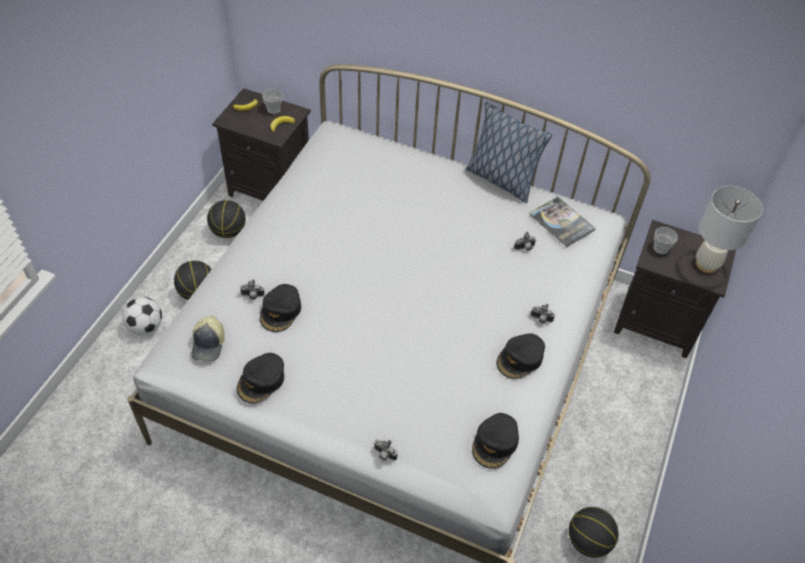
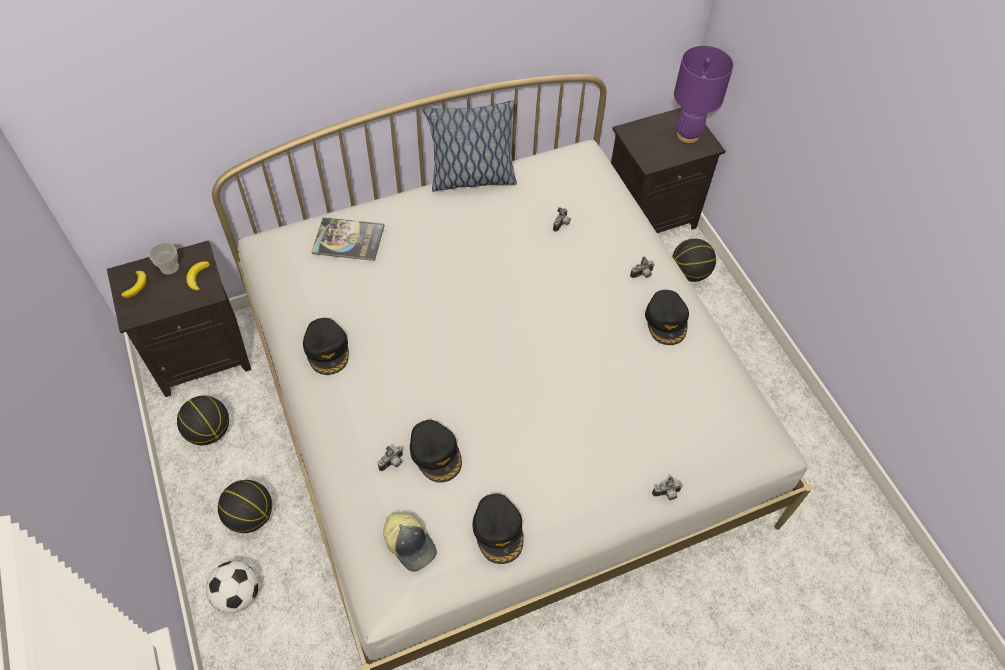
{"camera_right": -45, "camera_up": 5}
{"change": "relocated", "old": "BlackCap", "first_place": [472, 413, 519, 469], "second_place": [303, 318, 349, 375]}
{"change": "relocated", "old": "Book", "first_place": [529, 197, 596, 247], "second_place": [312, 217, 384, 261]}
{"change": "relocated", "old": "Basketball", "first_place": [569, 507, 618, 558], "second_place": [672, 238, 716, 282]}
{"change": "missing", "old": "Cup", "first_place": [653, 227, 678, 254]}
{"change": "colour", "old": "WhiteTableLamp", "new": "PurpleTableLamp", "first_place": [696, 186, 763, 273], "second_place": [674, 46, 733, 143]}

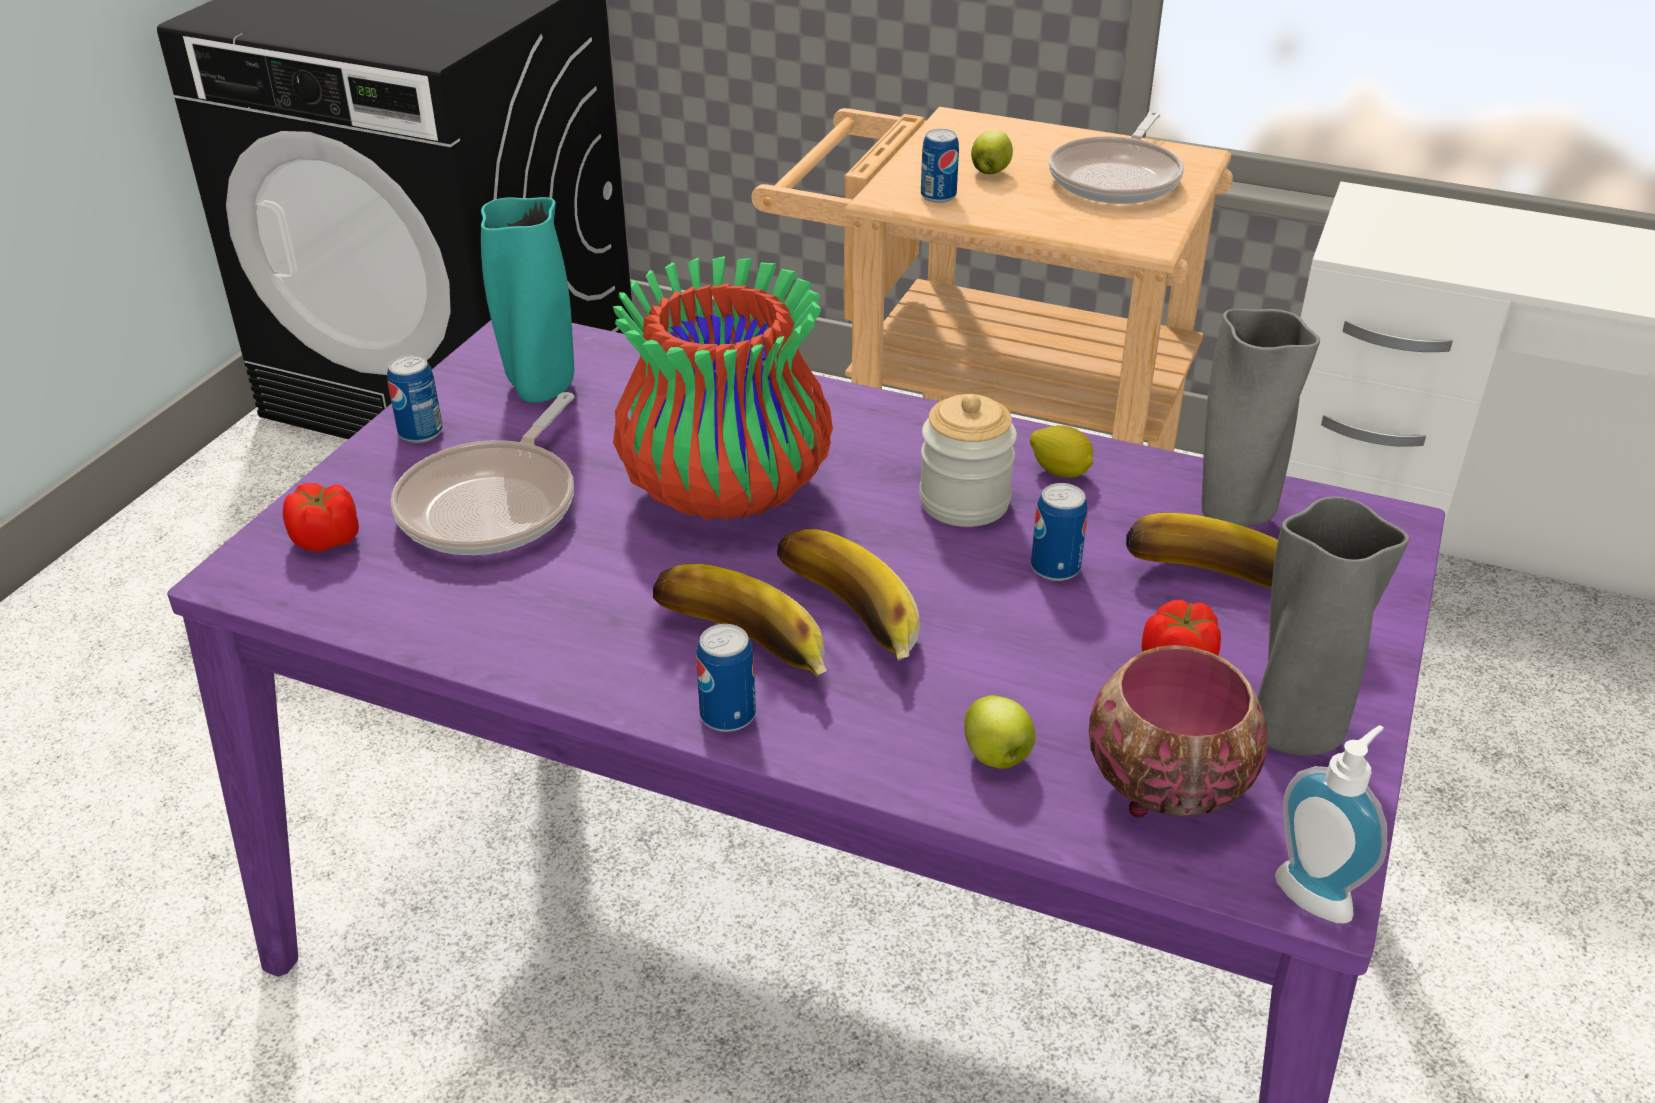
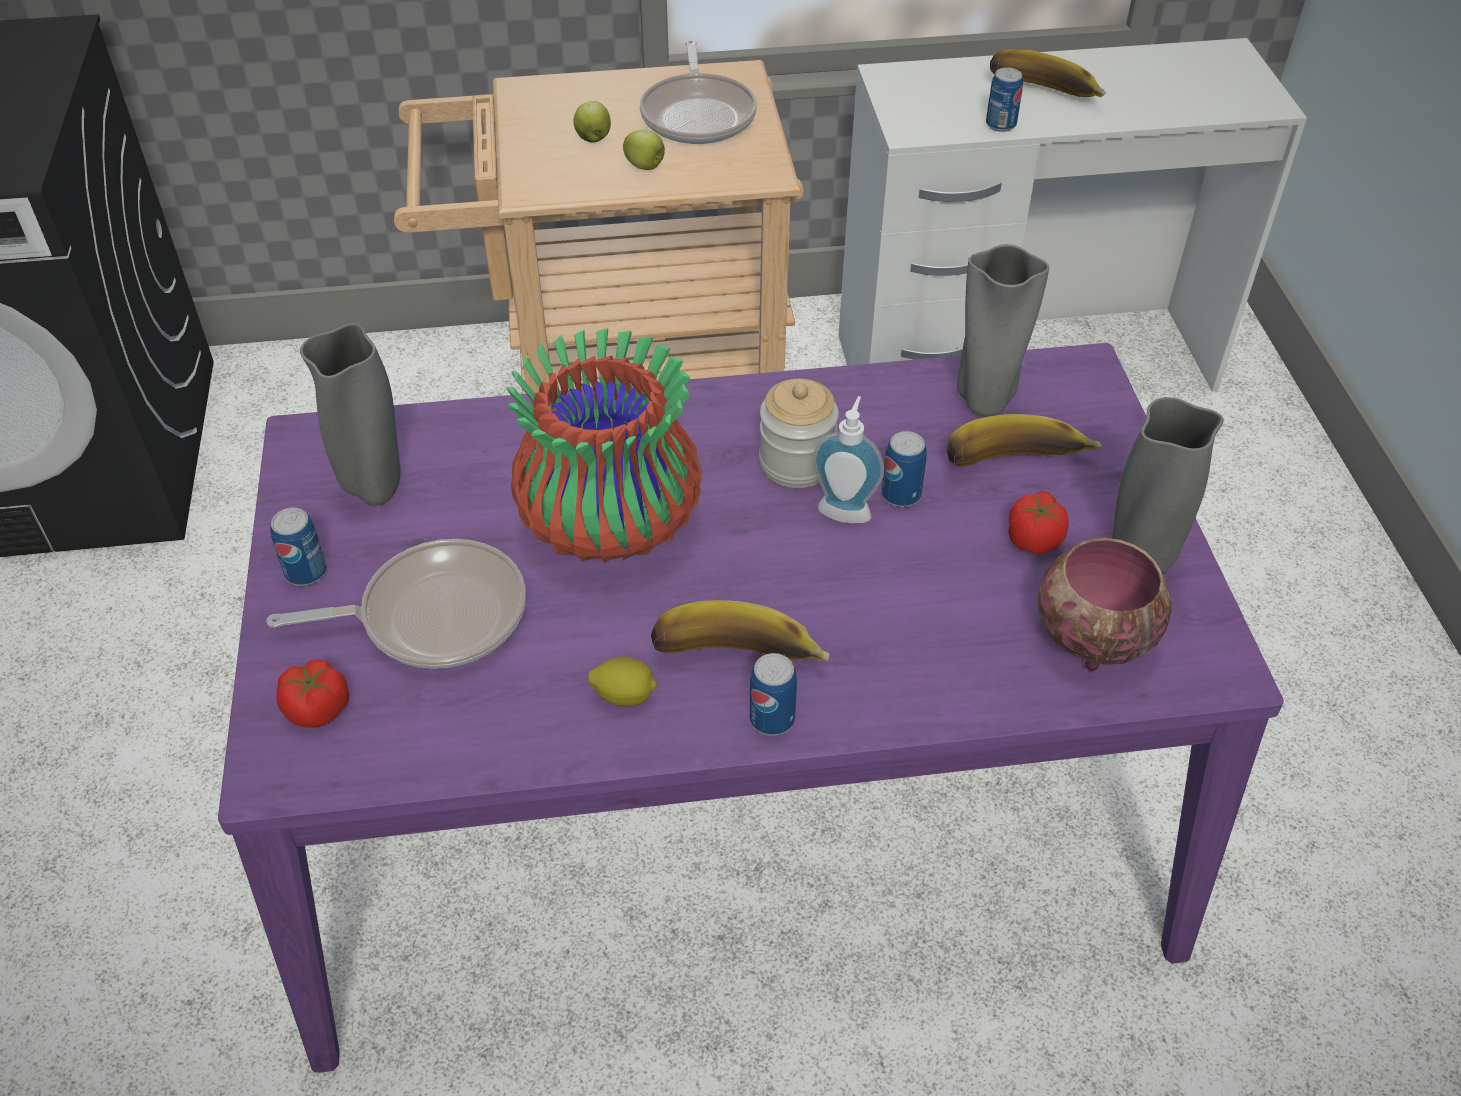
{"camera_right": -30, "camera_up": 10}
{"change": "spun", "old": "FryingPan", "first_place": [391, 392, 574, 555], "second_place": [266, 539, 526, 669], "degrees": -90}
{"change": "colour", "old": "TurquoiseVase", "new": "GreyVase", "first_place": [481, 197, 574, 403], "second_place": [300, 323, 400, 506]}
{"change": "relocated", "old": "Banana", "first_place": [777, 529, 920, 661], "second_place": [990, 49, 1107, 98]}
{"change": "relocated", "old": "Can", "first_place": [921, 129, 959, 203], "second_place": [986, 67, 1023, 132]}
{"change": "relocated", "old": "Apple", "first_place": [964, 695, 1036, 769], "second_place": [623, 130, 665, 170]}
{"change": "relocated", "old": "Lemon", "first_place": [1030, 425, 1093, 478], "second_place": [588, 657, 657, 707]}
{"change": "relocated", "old": "SoapDispenser", "first_place": [1275, 725, 1387, 924], "second_place": [813, 396, 884, 523]}

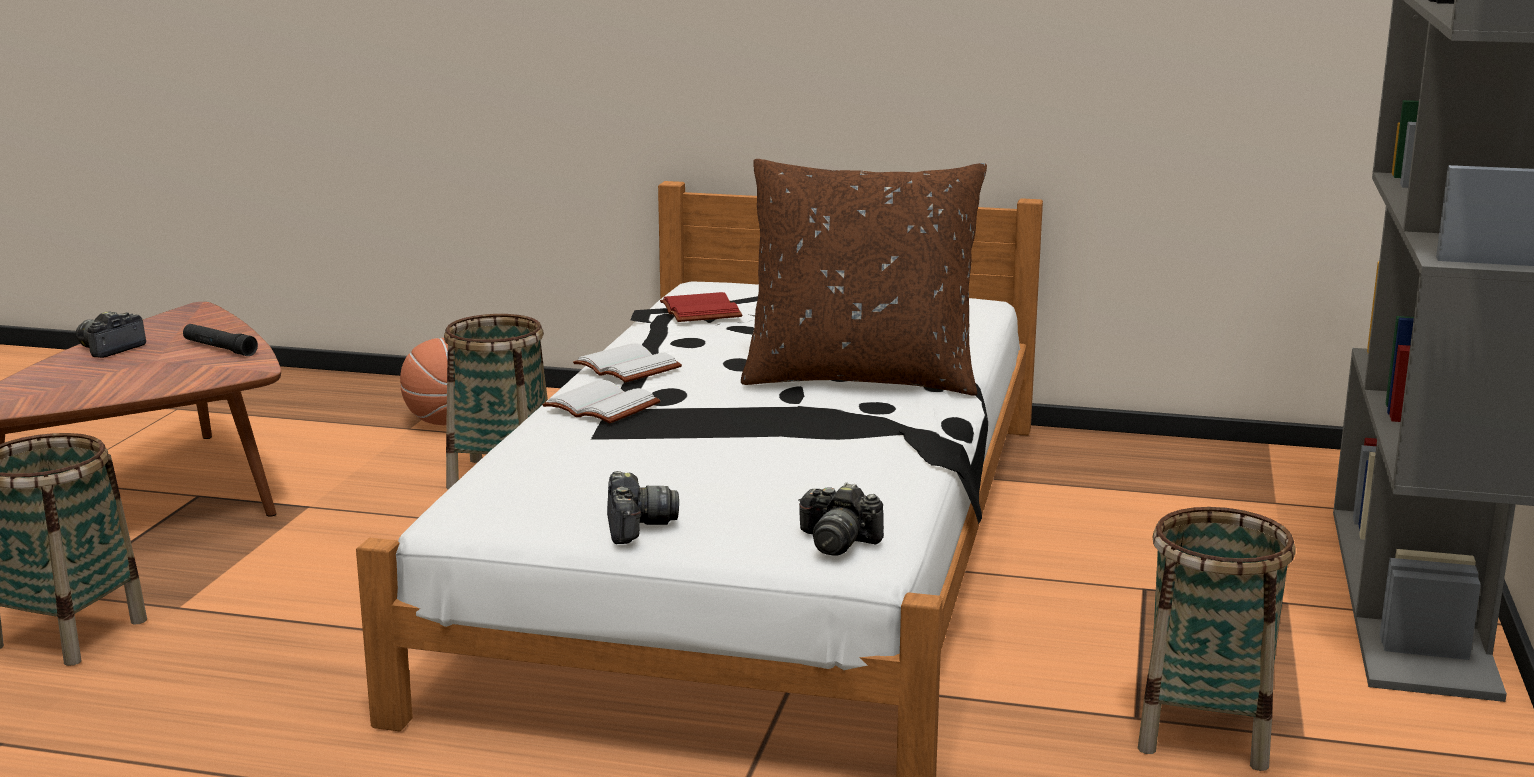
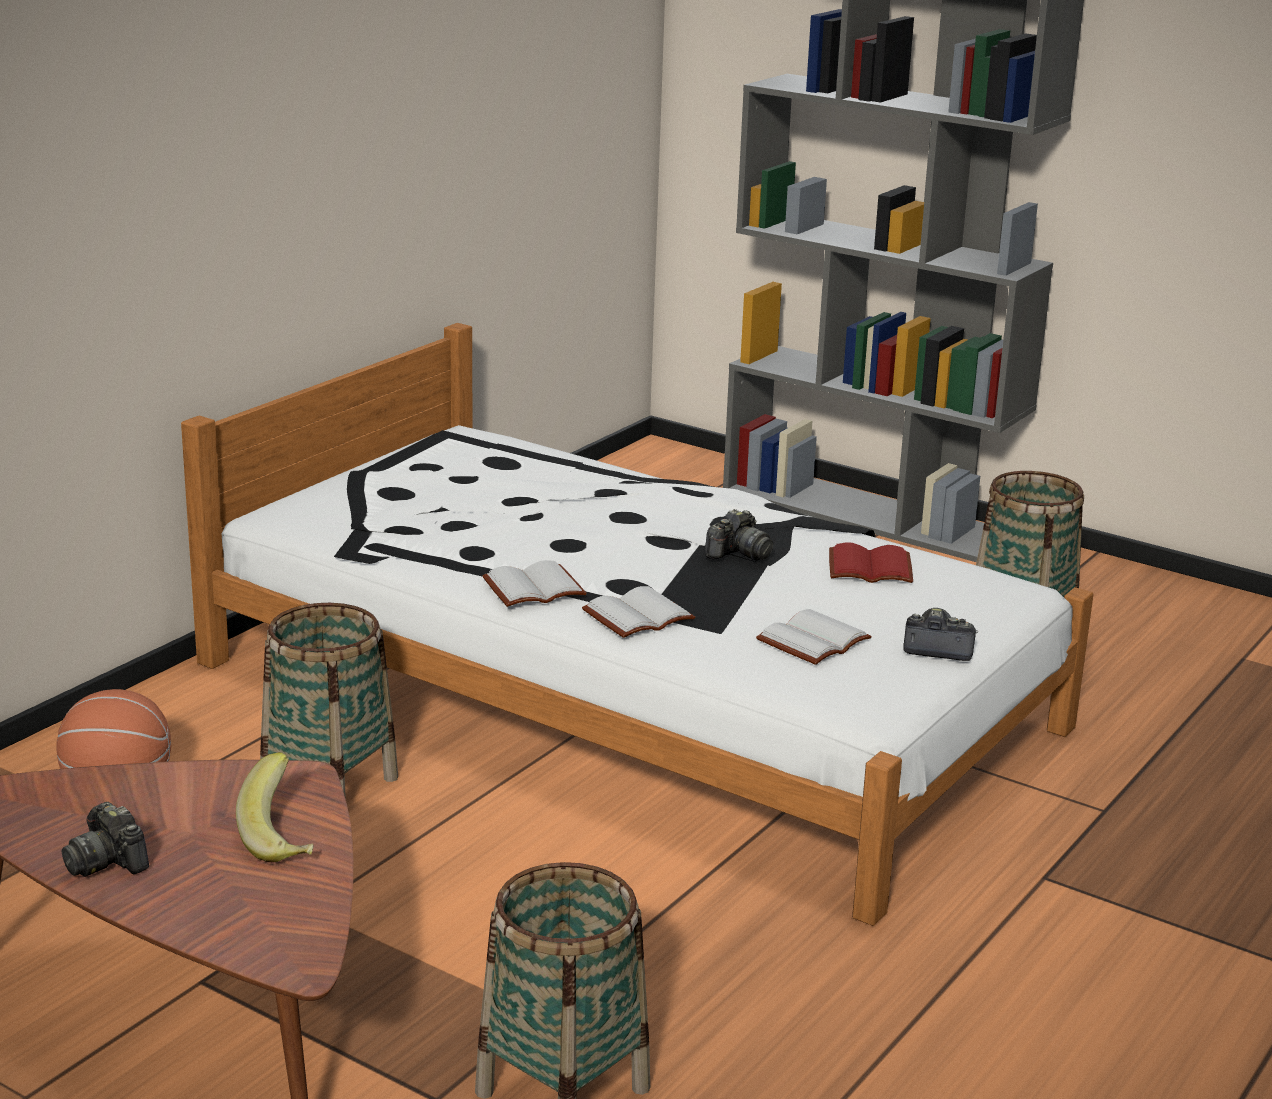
{"camera_right": -70, "camera_up": 5}
{"change": "missing", "old": "BlackFlashlight", "first_place": [183, 324, 258, 356]}
{"change": "relocated", "old": "RedBook", "first_place": [660, 292, 742, 322], "second_place": [829, 542, 913, 583]}
{"change": "missing", "old": "BrownPillow", "first_place": [741, 159, 987, 396]}
{"change": "relocated", "old": "PhotoCamera", "first_place": [798, 482, 884, 556], "second_place": [705, 509, 773, 561]}
{"change": "appeared", "new": "Banana", "second_place": [236, 752, 314, 862]}
{"change": "appeared", "new": "WhiteBook", "second_place": [756, 609, 872, 665]}

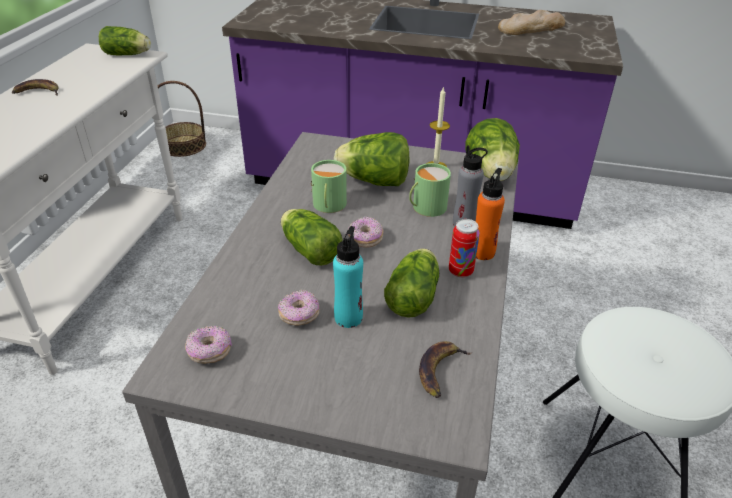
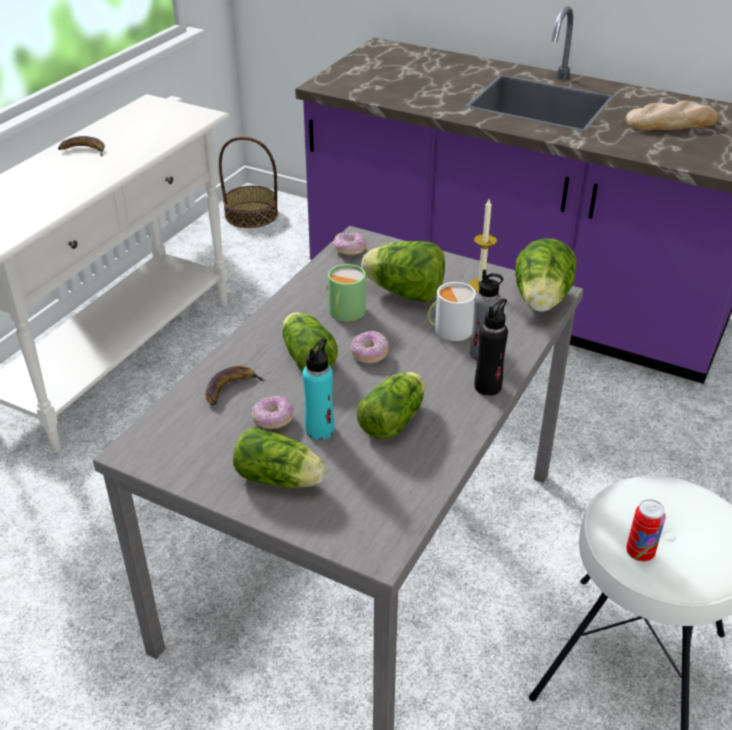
{"camera_right": 15, "camera_up": 0}
{"change": "relocated", "old": "Lettuce", "first_place": [99, 26, 151, 55], "second_place": [233, 427, 326, 488]}
{"change": "relocated", "old": "Donut", "first_place": [185, 326, 232, 364], "second_place": [333, 232, 366, 255]}
{"change": "colour", "old": "GreenMug", "new": "WhiteMug", "first_place": [409, 163, 451, 217], "second_place": [428, 282, 476, 341]}
{"change": "relocated", "old": "Banana", "first_place": [419, 341, 473, 398], "second_place": [205, 366, 266, 406]}
{"change": "relocated", "old": "Can", "first_place": [449, 219, 480, 278], "second_place": [626, 499, 666, 562]}
{"change": "colour", "old": "OrangeBottle", "new": "BlackBottle", "first_place": [475, 168, 505, 260], "second_place": [475, 299, 508, 396]}

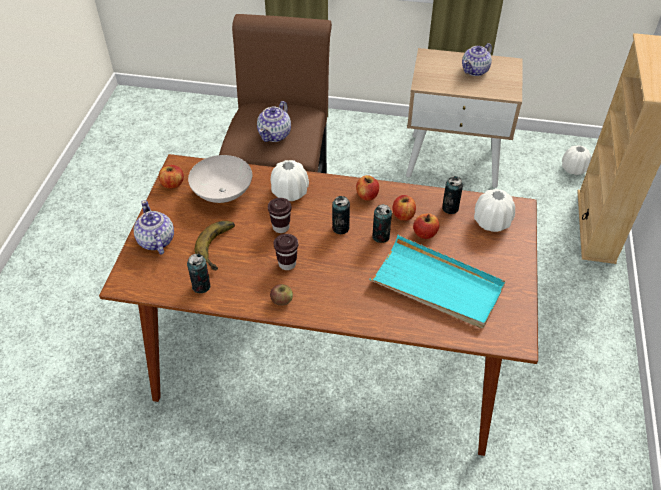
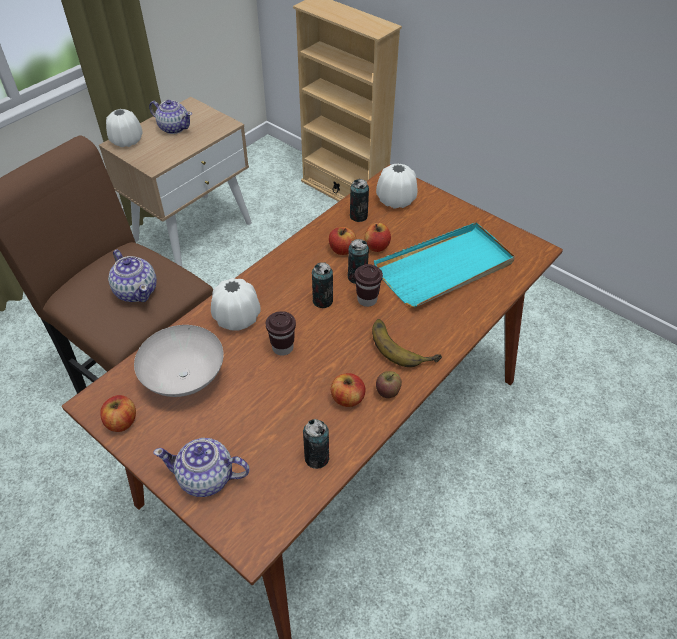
{"camera_right": -60, "camera_up": 0}
{"change": "relocated", "old": "Banana", "first_place": [195, 221, 235, 270], "second_place": [372, 319, 442, 367]}
{"change": "relocated", "old": "BrownCup", "first_place": [274, 234, 298, 270], "second_place": [355, 264, 383, 307]}
{"change": "relocated", "old": "Apple", "first_place": [356, 175, 379, 201], "second_place": [331, 373, 365, 407]}
{"change": "spun", "old": "Teapot", "first_place": [462, 43, 492, 76], "second_place": [149, 100, 192, 134], "degrees": -45}
{"change": "relocated", "old": "WhiteVase", "first_place": [562, 145, 591, 175], "second_place": [106, 109, 143, 147]}

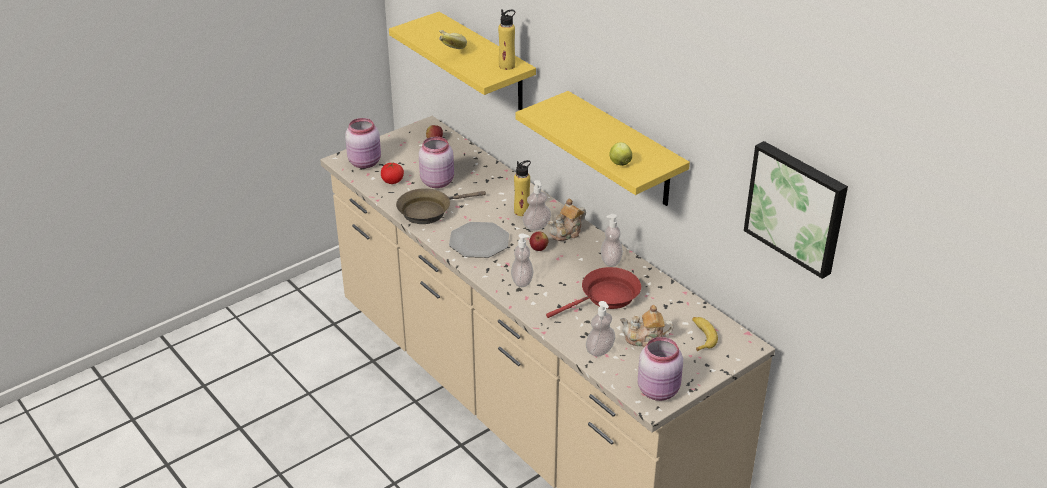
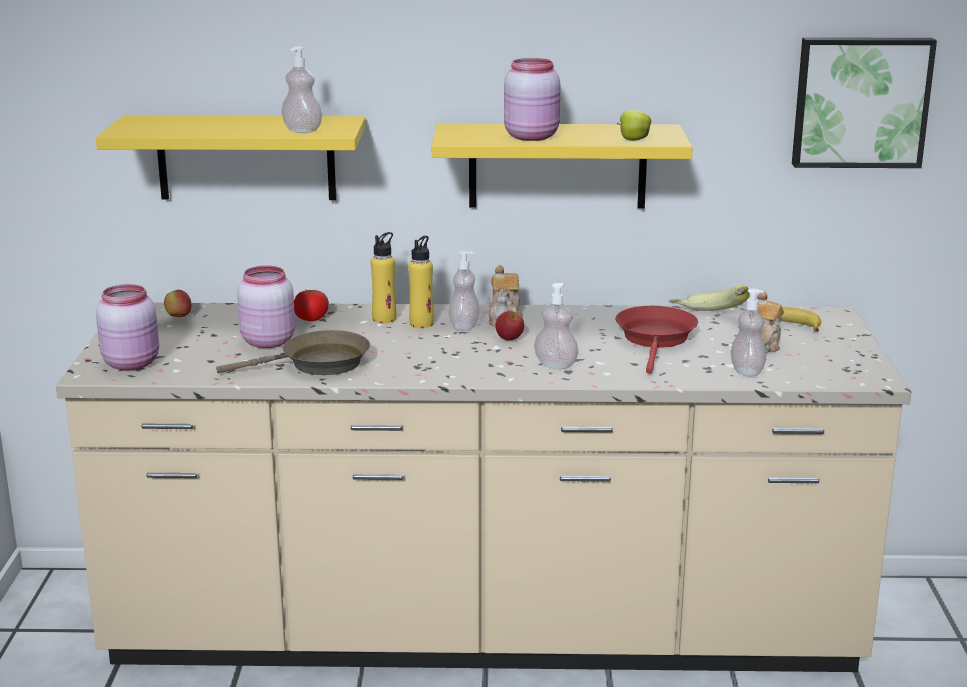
{"camera_right": -50, "camera_up": -15}
{"change": "relocated", "old": "Tomato", "first_place": [381, 163, 404, 184], "second_place": [294, 290, 329, 321]}
{"change": "spun", "old": "BrownFryingPan", "first_place": [396, 188, 486, 224], "second_place": [216, 330, 370, 375], "degrees": -120}
{"change": "relocated", "old": "Banana", "first_place": [439, 30, 467, 49], "second_place": [669, 285, 750, 311]}
{"change": "missing", "old": "Plate", "first_place": [449, 222, 509, 258]}
{"change": "relocated", "old": "YellowBottle", "first_place": [498, 9, 515, 70], "second_place": [371, 232, 396, 323]}
{"change": "relocated", "old": "SoapDispenser", "first_place": [601, 214, 623, 267], "second_place": [281, 46, 322, 133]}
{"change": "relocated", "old": "PinkJar", "first_place": [638, 337, 683, 401], "second_place": [504, 58, 560, 141]}

